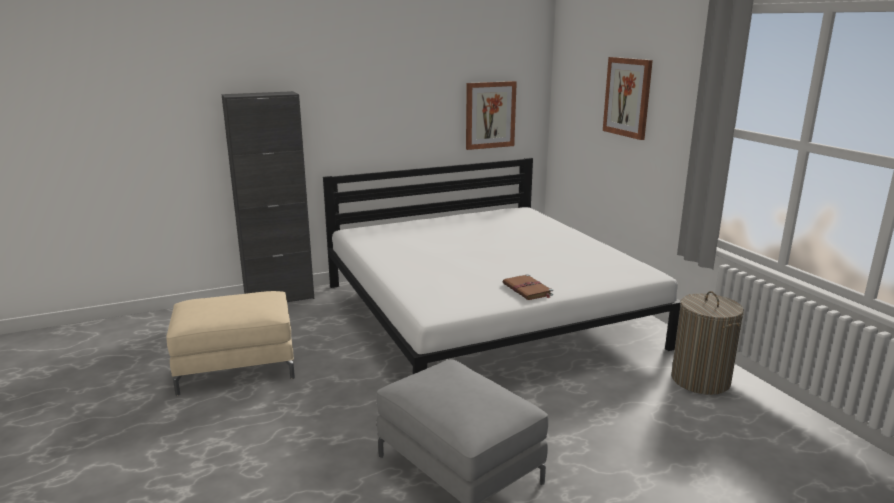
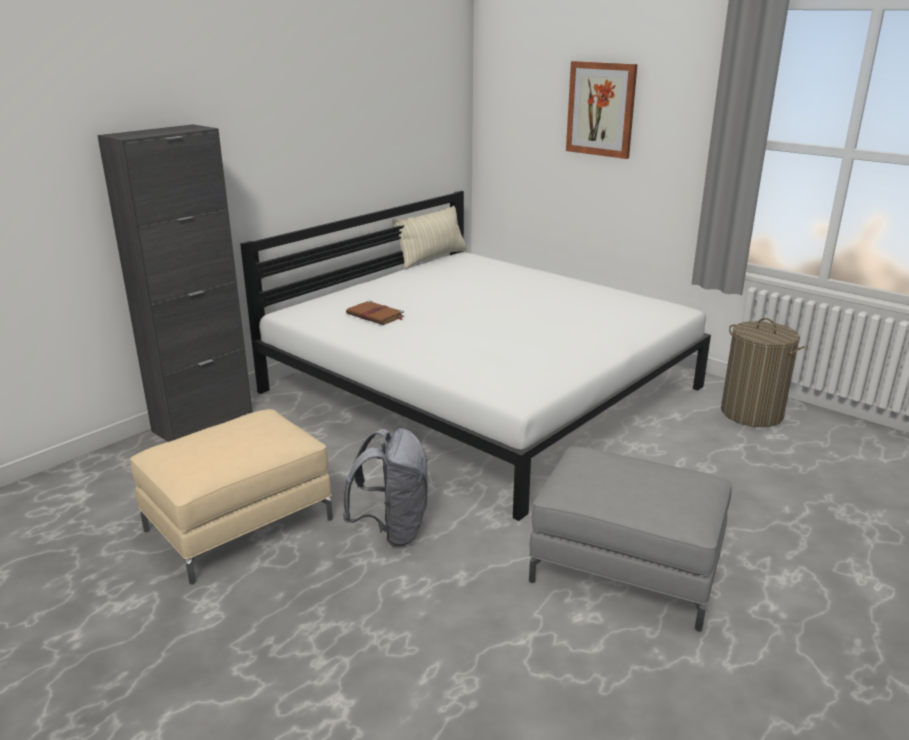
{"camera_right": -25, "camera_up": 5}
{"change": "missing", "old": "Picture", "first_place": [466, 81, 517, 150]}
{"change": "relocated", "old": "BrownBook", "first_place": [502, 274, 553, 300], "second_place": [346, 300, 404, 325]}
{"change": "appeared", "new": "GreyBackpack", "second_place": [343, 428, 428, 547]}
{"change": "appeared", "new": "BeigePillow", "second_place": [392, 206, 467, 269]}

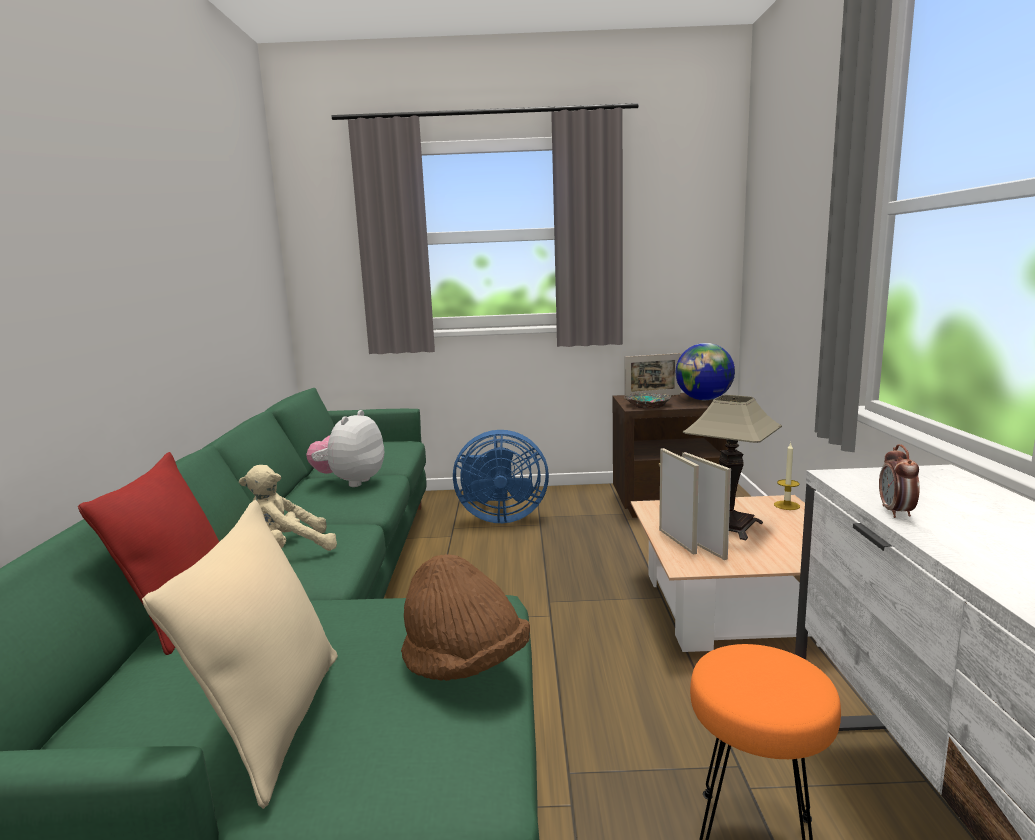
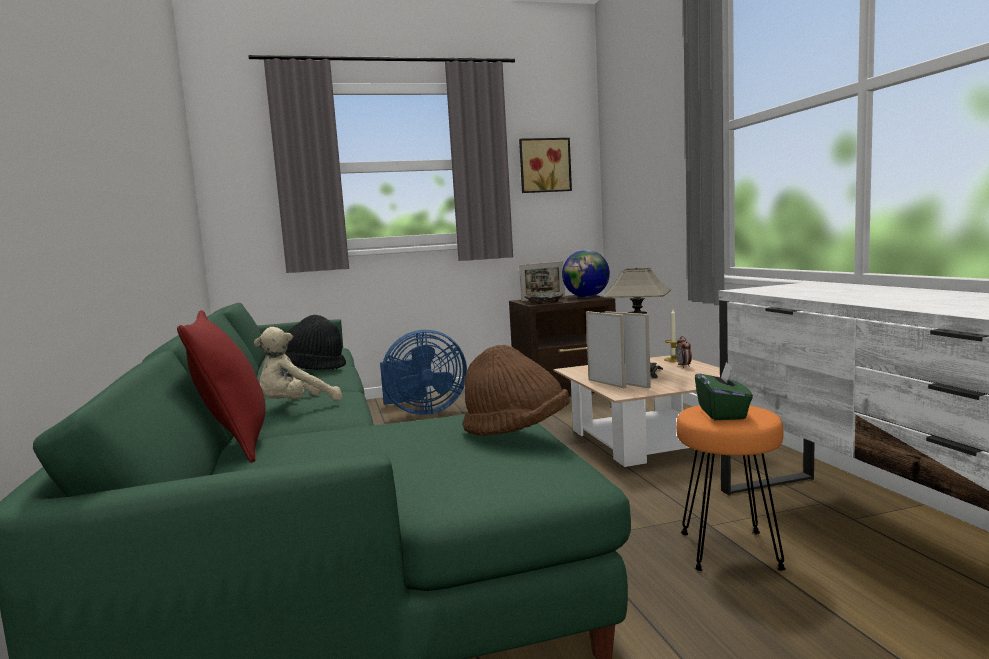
{"camera_right": -15, "camera_up": -5}
{"change": "missing", "old": "BeigePillow", "first_place": [142, 500, 338, 809]}
{"change": "exchanged", "old": "PlushToy", "new": "BlackHat", "first_place": [306, 410, 384, 487], "second_place": [285, 315, 346, 370]}
{"change": "relocated", "old": "AlarmClock", "first_place": [879, 444, 919, 518], "second_place": [675, 336, 692, 368]}
{"change": "appeared", "new": "Picture", "second_place": [519, 138, 572, 193]}
{"change": "appeared", "new": "GreenTissueBox", "second_place": [695, 362, 753, 420]}

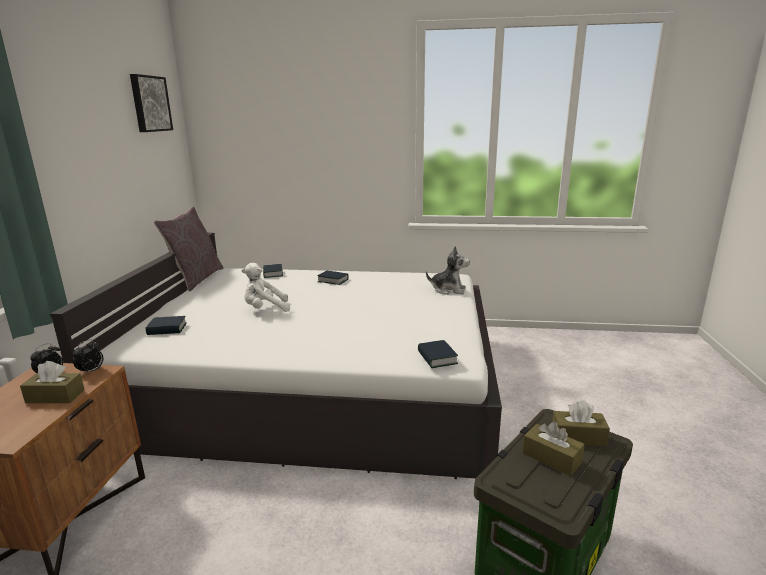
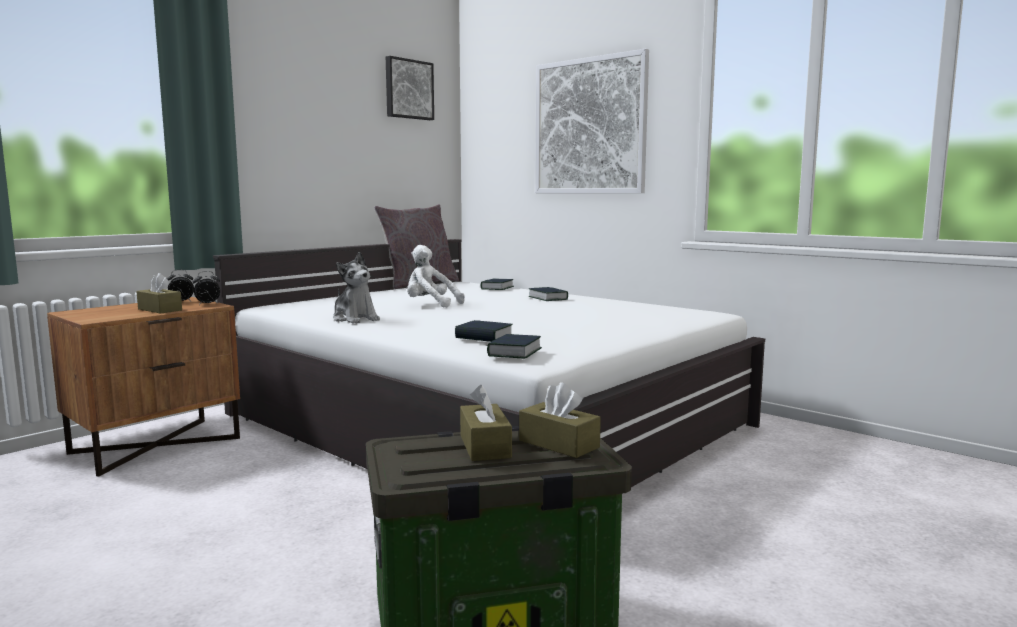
{"camera_right": 35, "camera_up": -10}
{"change": "relocated", "old": "Book", "first_place": [145, 316, 187, 335], "second_place": [455, 320, 513, 342]}
{"change": "relocated", "old": "PlushToy", "first_place": [426, 246, 470, 295], "second_place": [333, 252, 380, 324]}
{"change": "appeared", "new": "Picture", "second_place": [535, 49, 649, 193]}

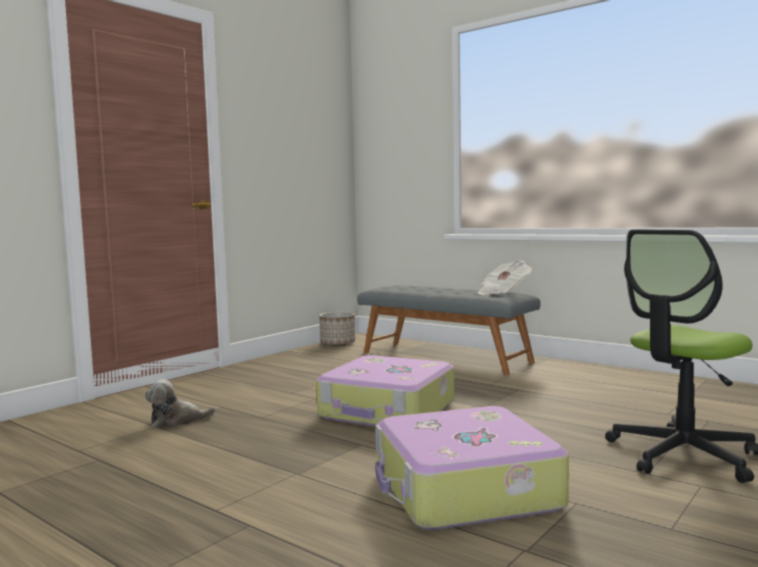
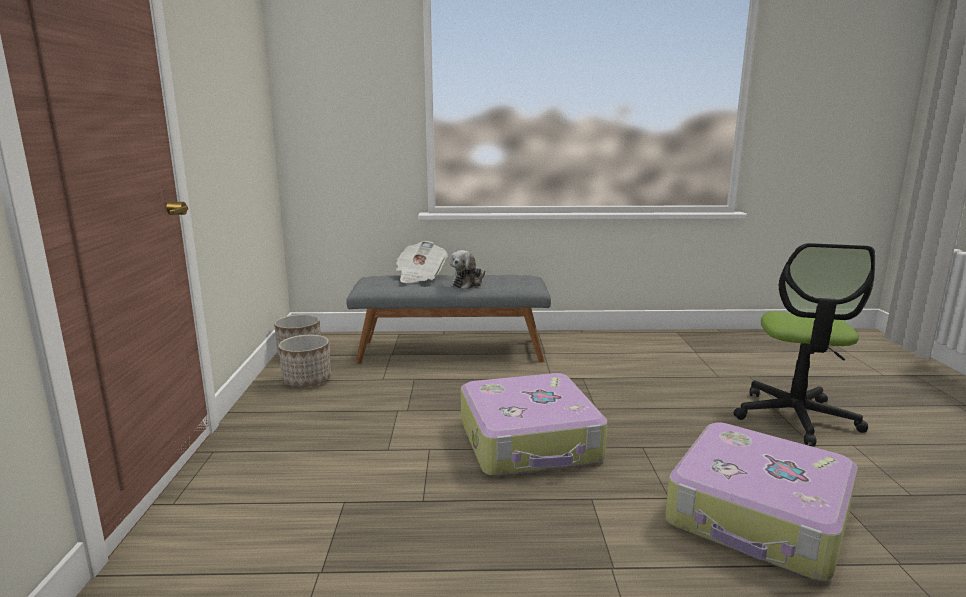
{"camera_right": -40, "camera_up": 10}
{"change": "relocated", "old": "PlushToy", "first_place": [145, 379, 216, 428], "second_place": [450, 250, 485, 289]}
{"change": "relocated", "old": "Newspaper", "first_place": [478, 260, 532, 295], "second_place": [396, 241, 448, 283]}
{"change": "appeared", "new": "Planter", "second_place": [279, 335, 331, 387]}

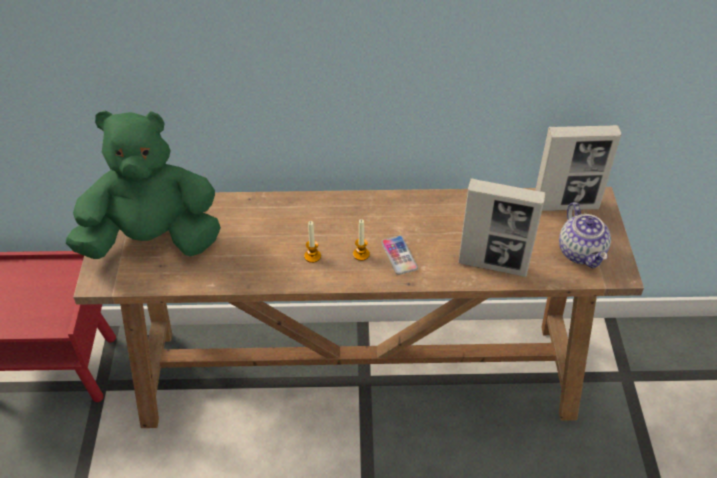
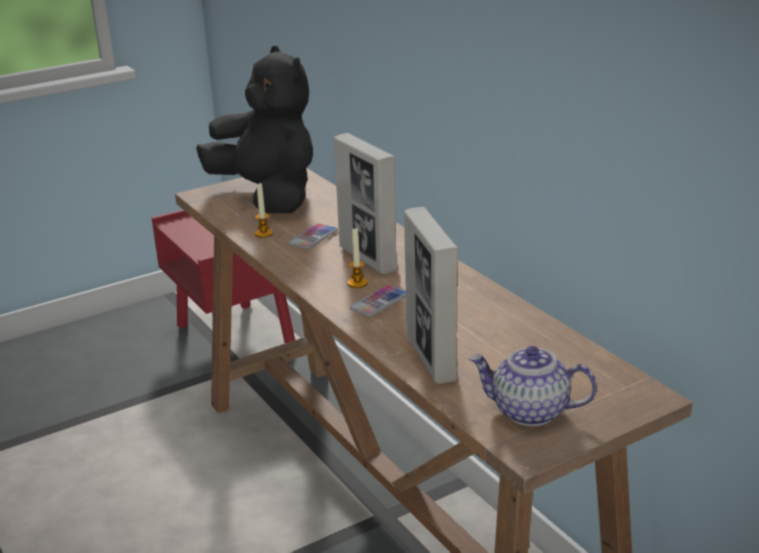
{"camera_right": 60, "camera_up": -20}
{"change": "colour", "old": "GreenPlushToy", "new": "BlackPlushToy", "first_place": [66, 110, 221, 259], "second_place": [196, 46, 313, 213]}
{"change": "relocated", "old": "Candle", "first_place": [304, 221, 321, 263], "second_place": [255, 183, 273, 238]}
{"change": "relocated", "old": "PictureFrame", "first_place": [535, 125, 621, 211], "second_place": [334, 133, 398, 274]}
{"change": "spun", "old": "Teapot", "first_place": [559, 202, 611, 268], "second_place": [469, 346, 597, 426], "degrees": 60}
{"change": "appeared", "new": "Phone", "second_place": [288, 224, 338, 249]}

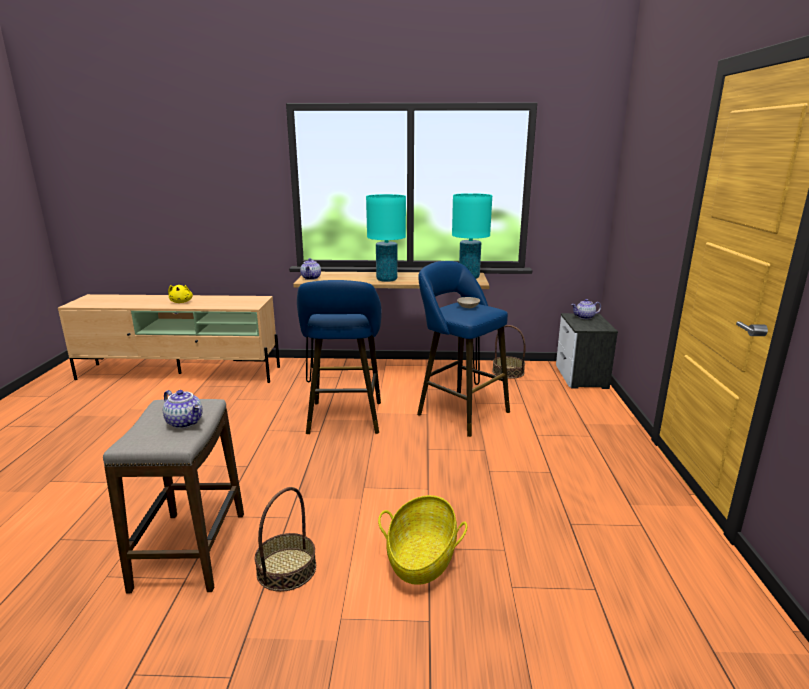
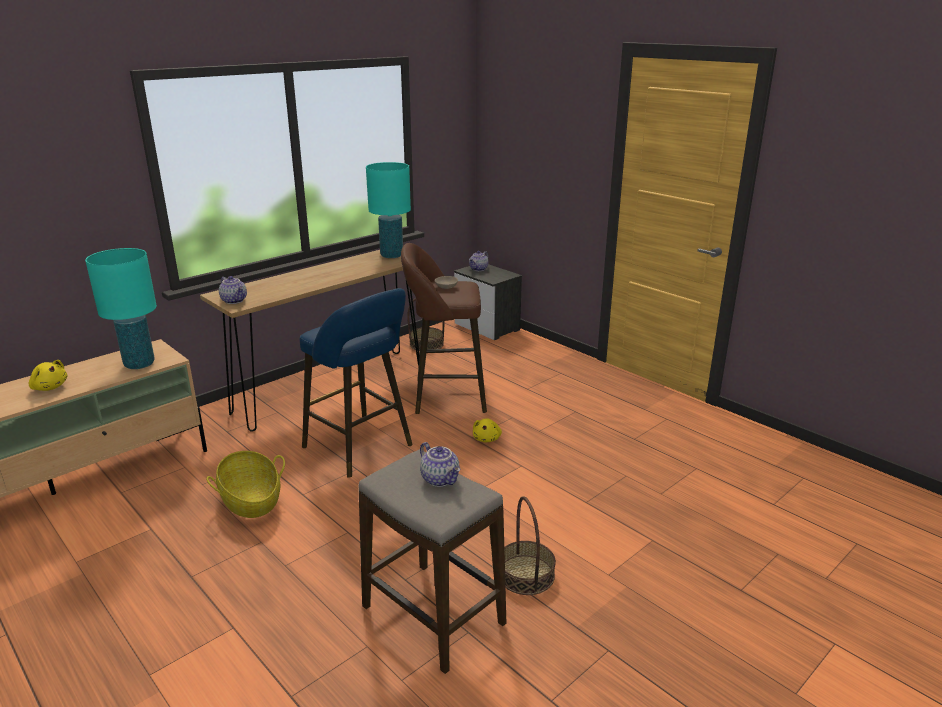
{"camera_right": -45, "camera_up": 5}
{"change": "spun", "old": "Teapot", "first_place": [163, 390, 203, 429], "second_place": [420, 442, 460, 487], "degrees": 60}
{"change": "relocated", "old": "TurquoiseTableLamp", "first_place": [366, 194, 406, 282], "second_place": [85, 248, 157, 369]}
{"change": "relocated", "old": "Basket", "first_place": [378, 495, 467, 585], "second_place": [206, 451, 285, 518]}
{"change": "colour", "old": "BlueStool", "new": "BrownStool", "first_place": [417, 261, 510, 437], "second_place": [401, 243, 487, 414]}
{"change": "appeared", "new": "YellowPlushToy", "second_place": [473, 418, 502, 442]}

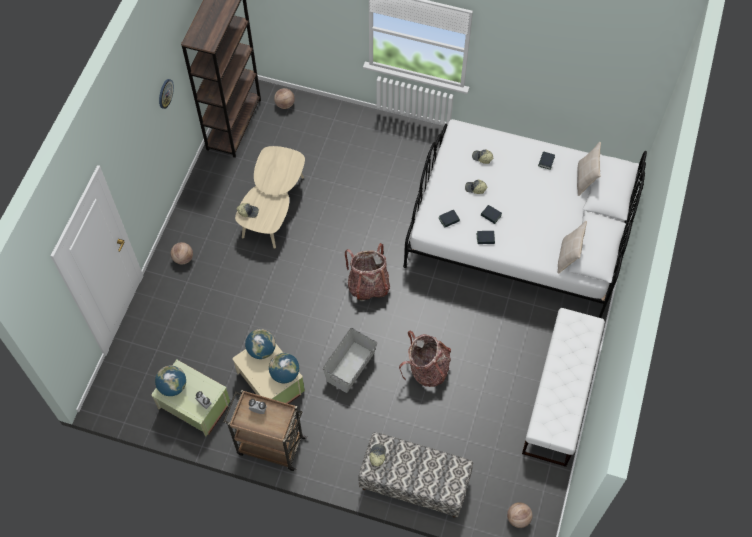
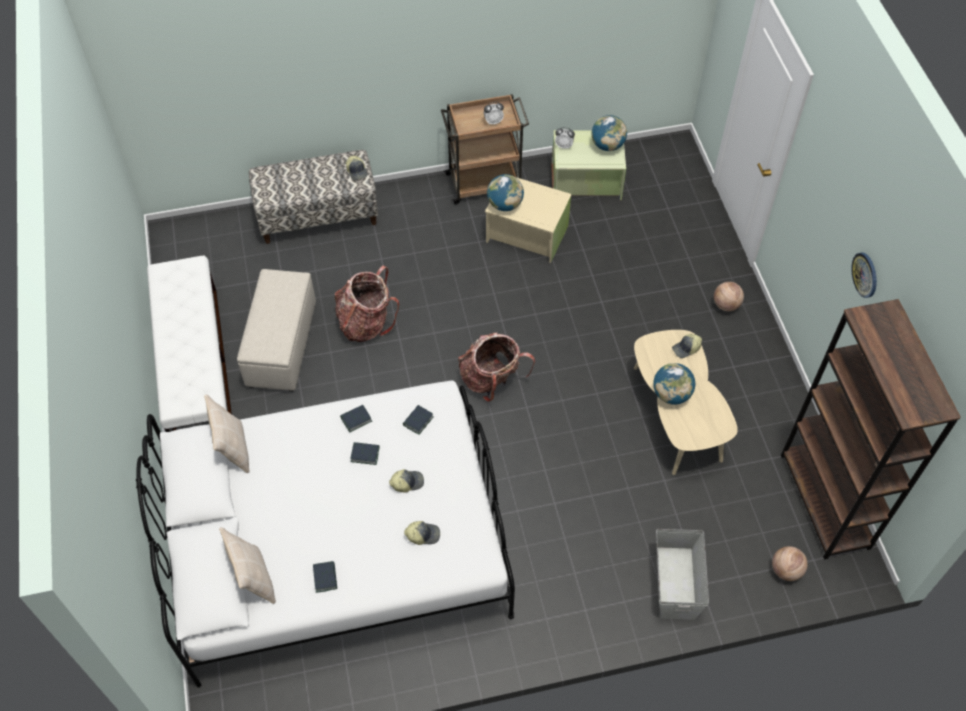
{"camera_right": 150, "camera_up": -5}
{"change": "relocated", "old": "Globe", "first_place": [245, 329, 276, 359], "second_place": [653, 363, 695, 405]}
{"change": "relocated", "old": "GreyStorageBox", "first_place": [322, 328, 377, 393], "second_place": [656, 529, 709, 620]}
{"change": "missing", "old": "Basketball", "first_place": [507, 502, 533, 528]}
{"change": "appeared", "new": "BeigeOttoman", "second_place": [237, 269, 316, 392]}

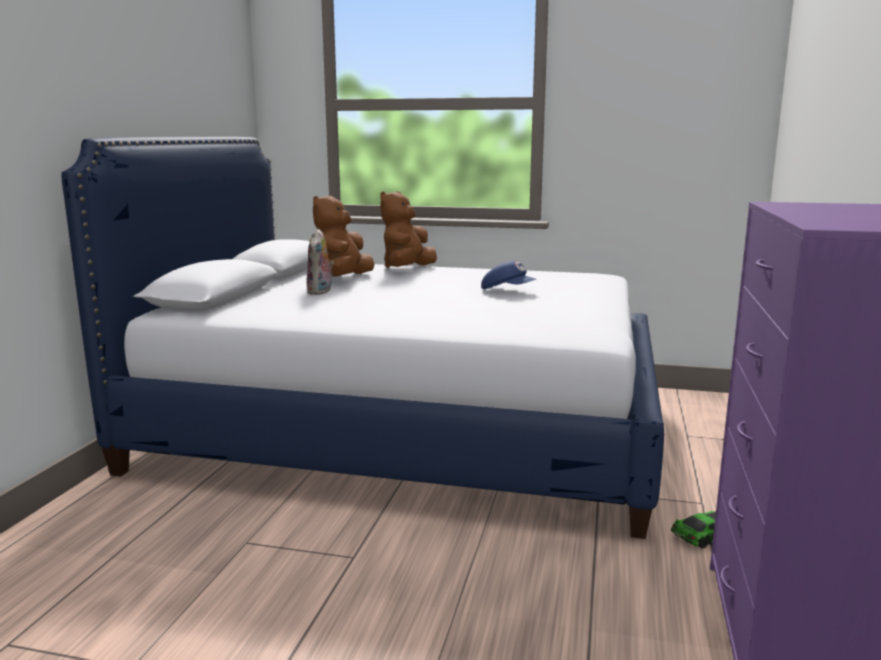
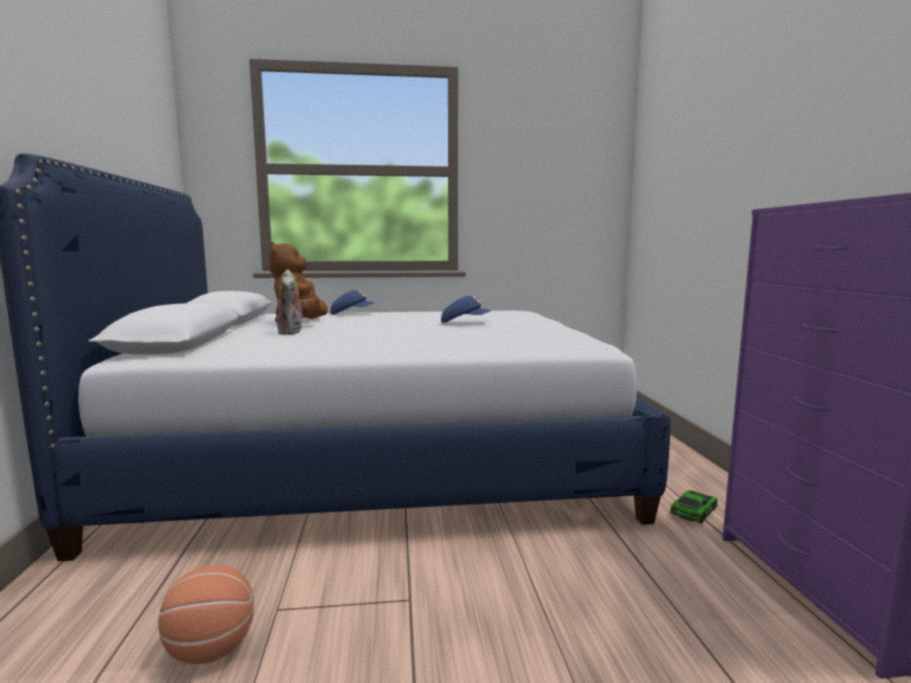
{"camera_right": -20, "camera_up": -5}
{"change": "exchanged", "old": "BrownPlushToy", "new": "BlueCap", "first_place": [380, 191, 437, 268], "second_place": [330, 290, 375, 314]}
{"change": "appeared", "new": "Basketball", "second_place": [158, 565, 254, 664]}

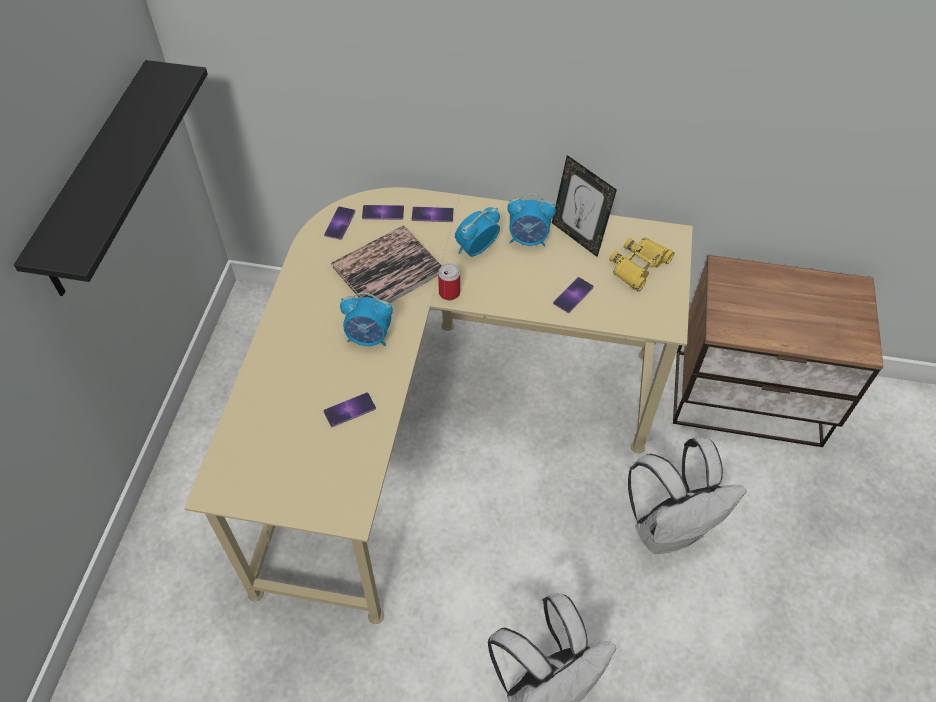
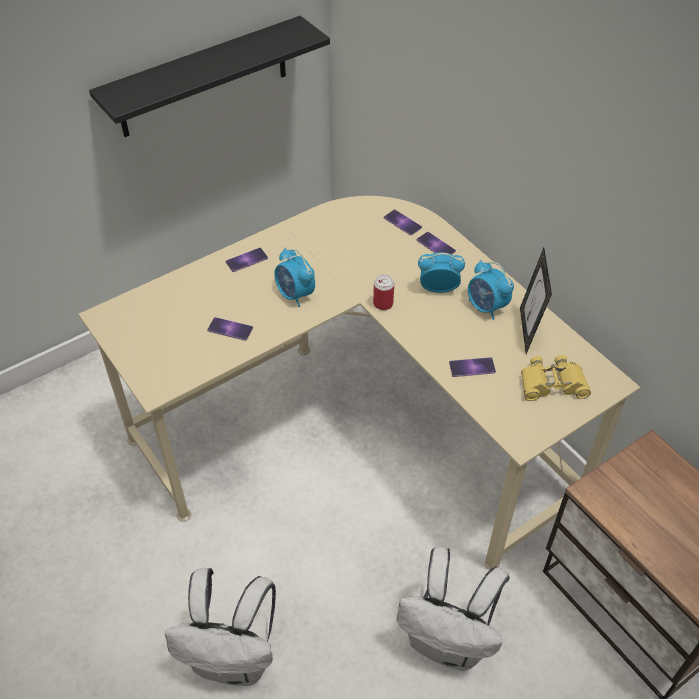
{"camera_right": 45, "camera_up": -5}
{"change": "relocated", "old": "Phone", "first_place": [324, 206, 355, 240], "second_place": [226, 248, 268, 272]}
{"change": "missing", "old": "Book", "first_place": [331, 226, 442, 303]}

